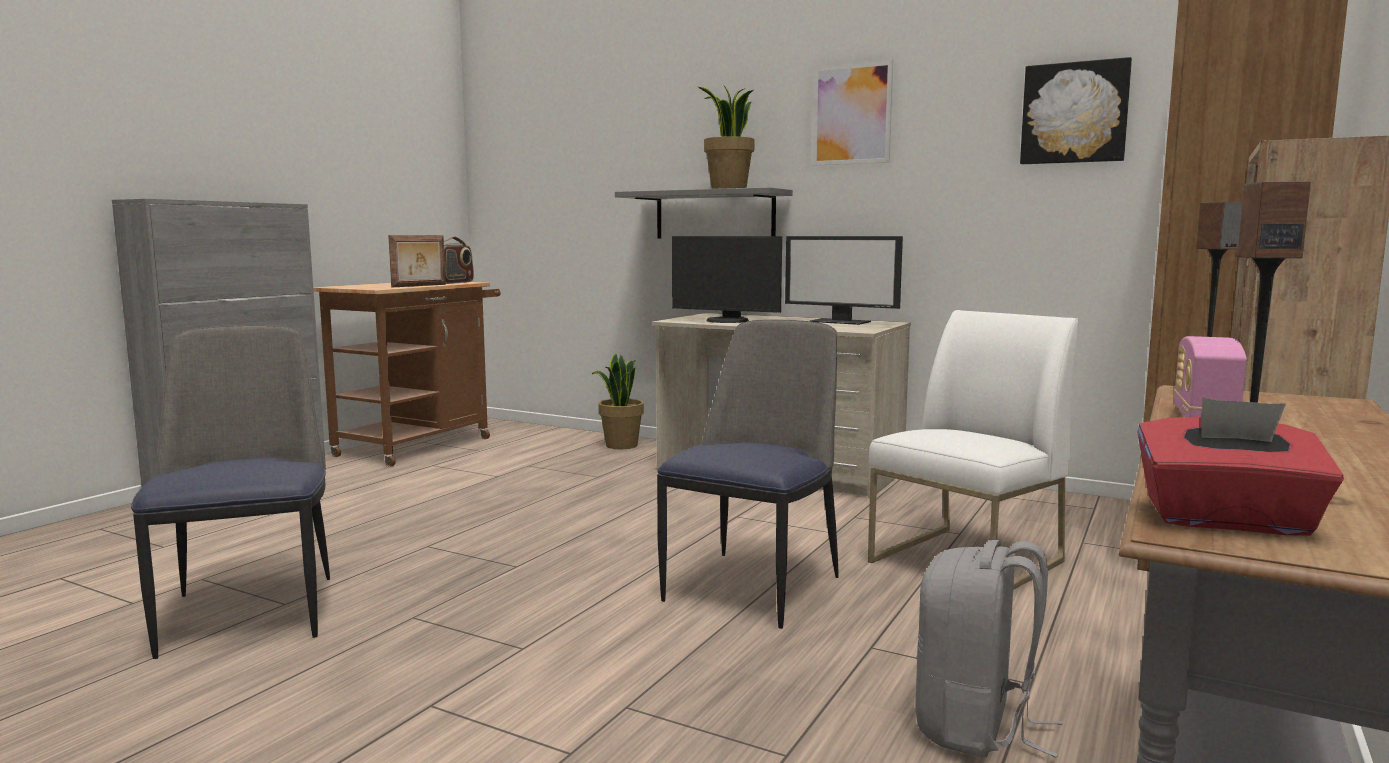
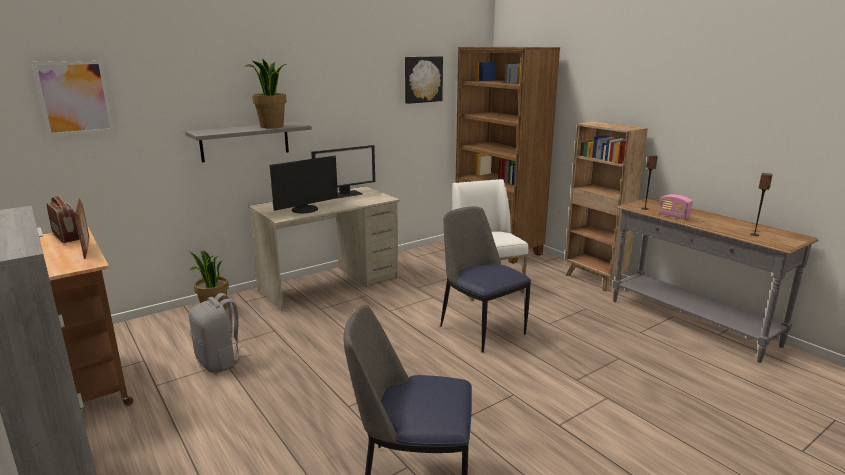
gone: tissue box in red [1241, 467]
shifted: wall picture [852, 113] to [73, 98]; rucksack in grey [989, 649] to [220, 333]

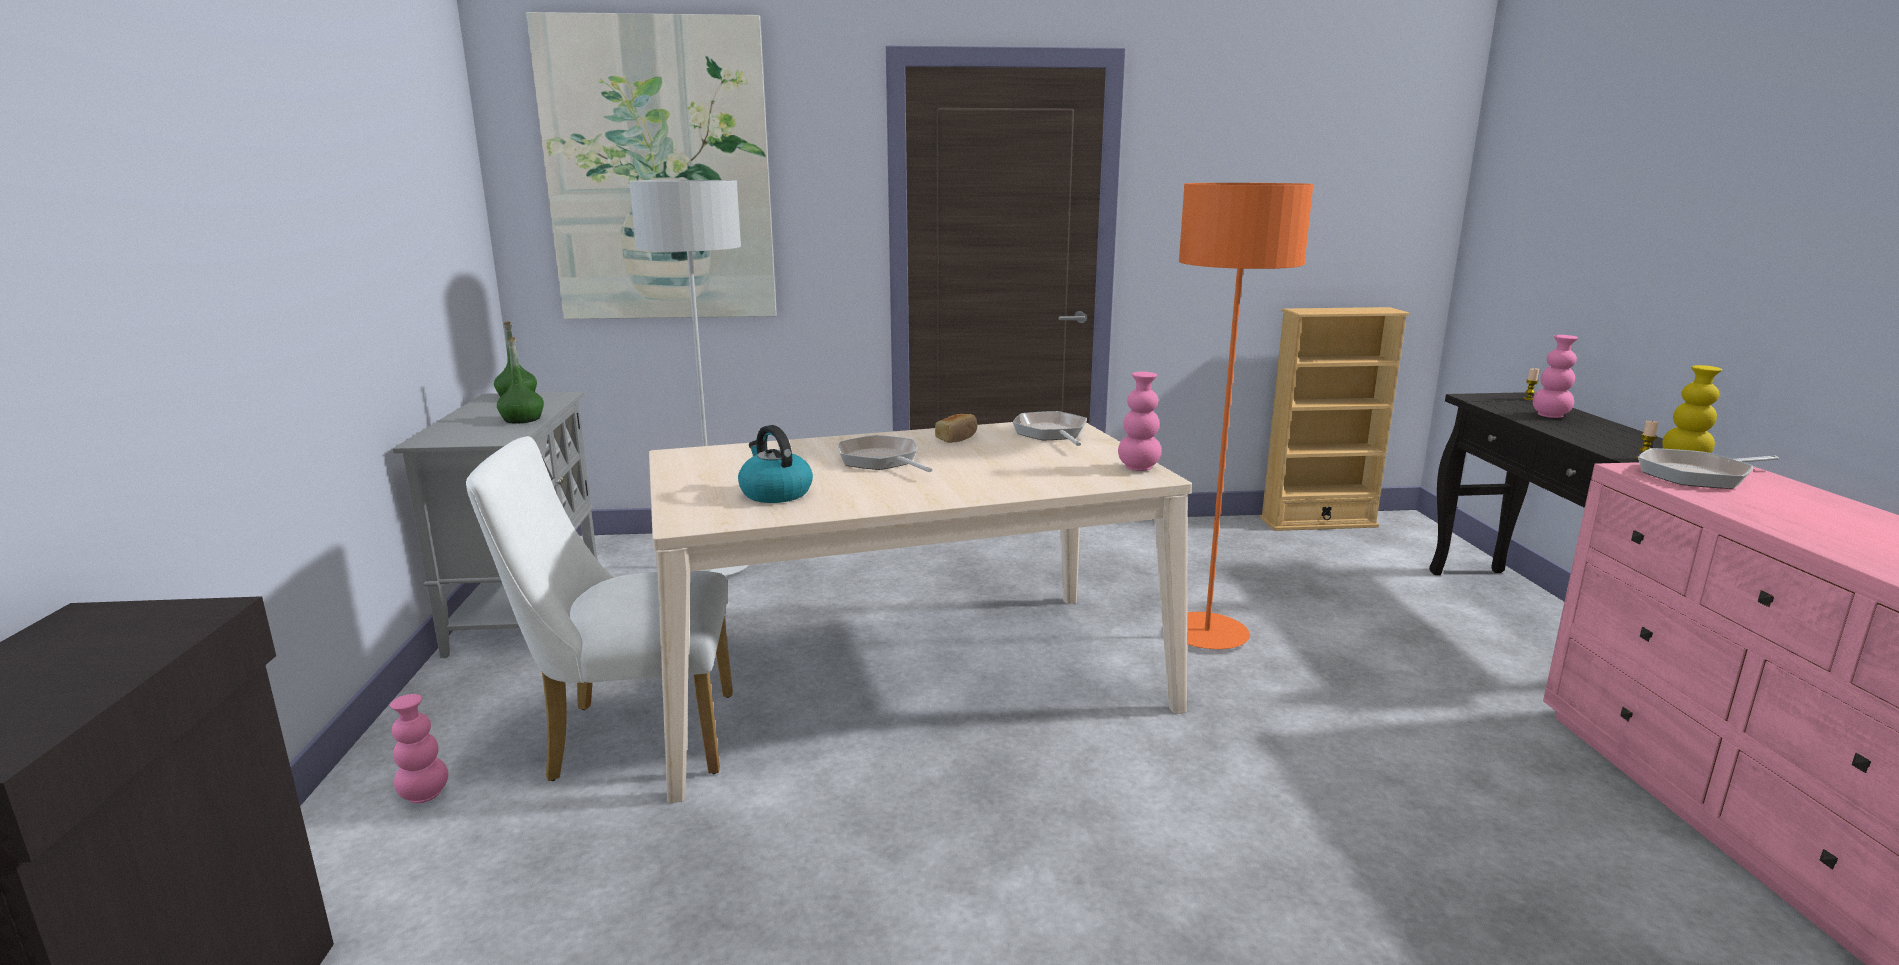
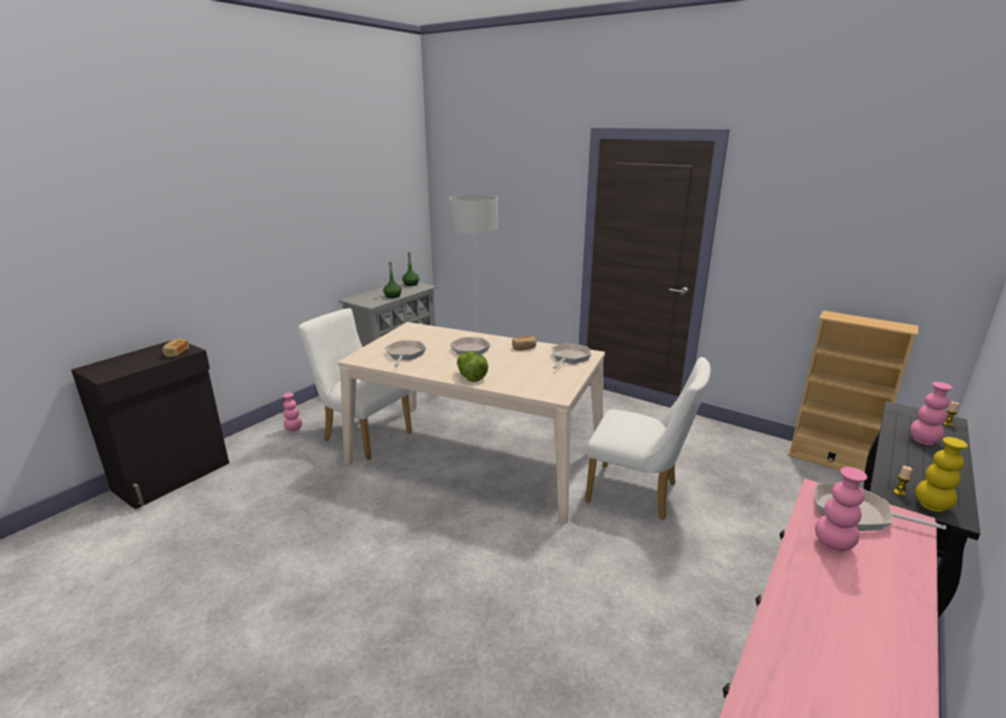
gone: wall picture [651, 165]
new: bakery bread [175, 348]; lettuce head [472, 367]
shifted: decorative vase in pinkish [1139, 421] to [841, 509]
swapped: water kettle [775, 464] to pan [405, 354]; floor lamp in orangey [1246, 416] to plain chair in white-coloured [648, 438]

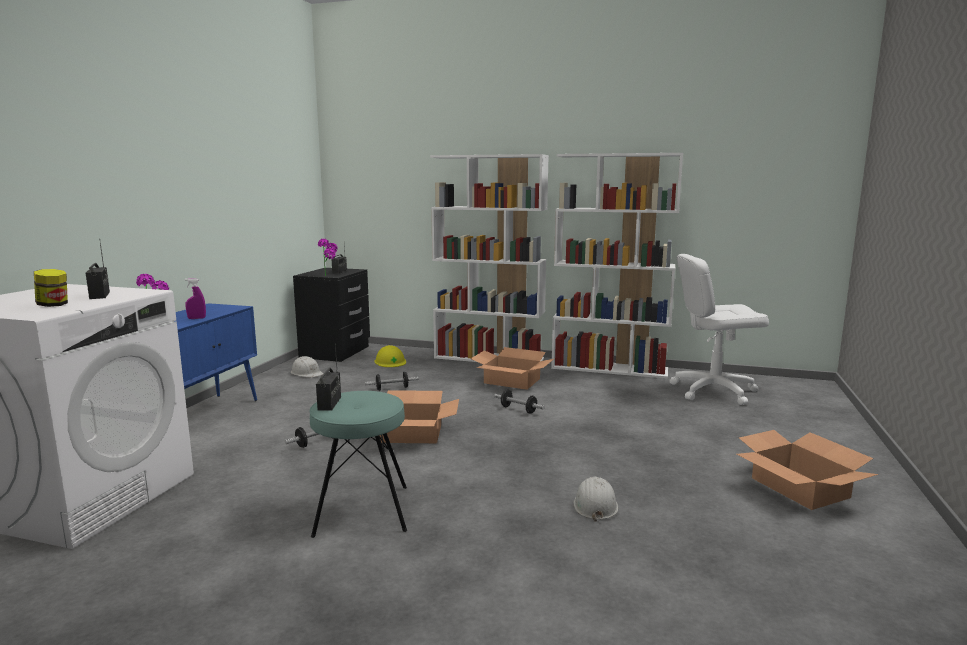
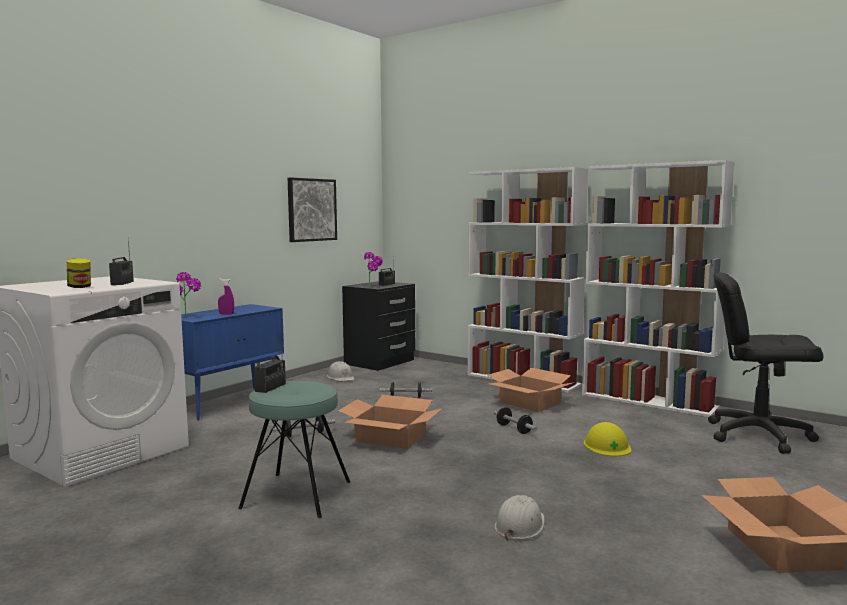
new: wall picture [312, 210]
shifted: hard hat in yellow [390, 356] to [607, 439]
repainted: desk chair in white-coloured [719, 329] to desk chair in blackish [766, 363]

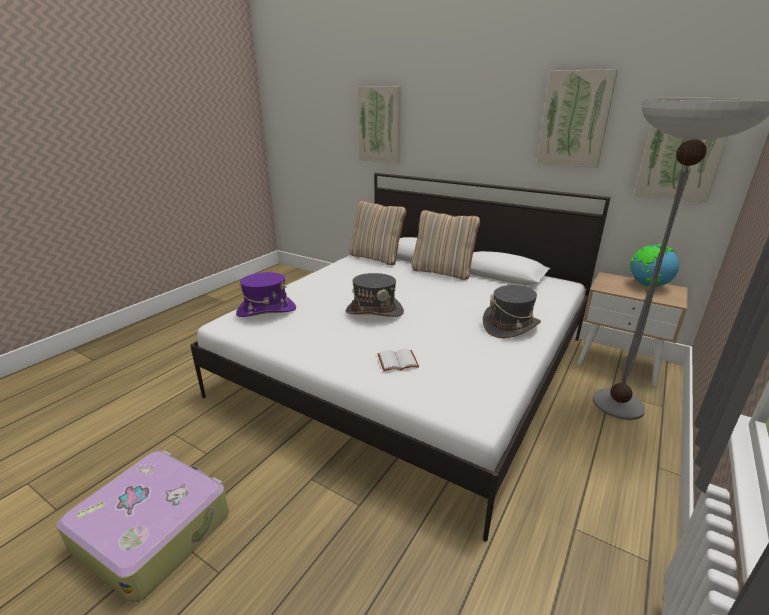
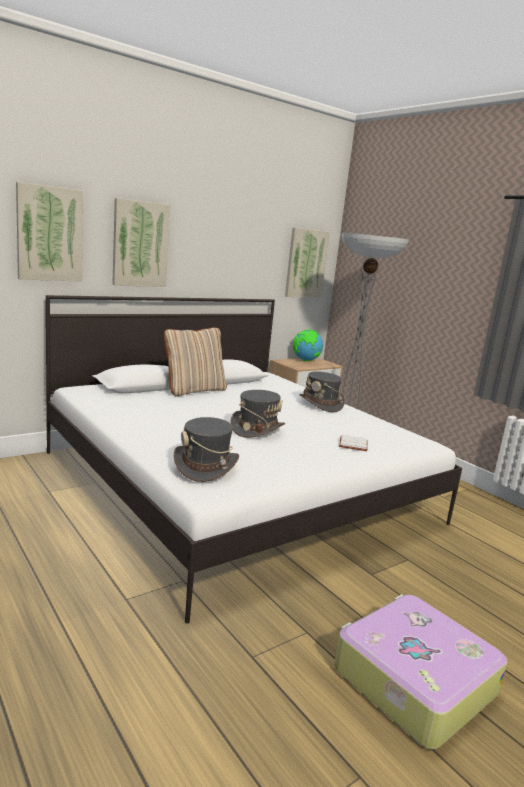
gone: throw pillow in beige [378, 232]
shifted: wall picture [577, 118] to [141, 242]
repainted: hat in purple-coloured [266, 294] to hat in grey [206, 449]

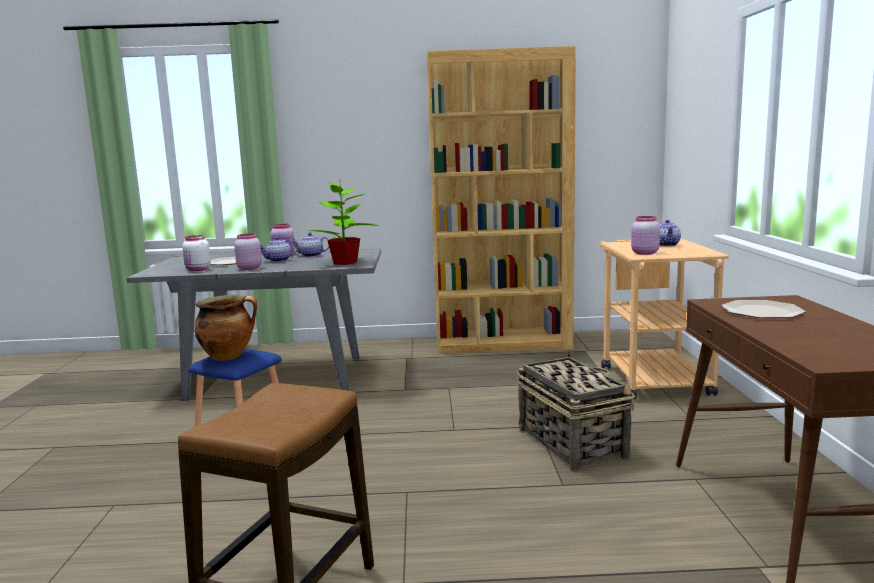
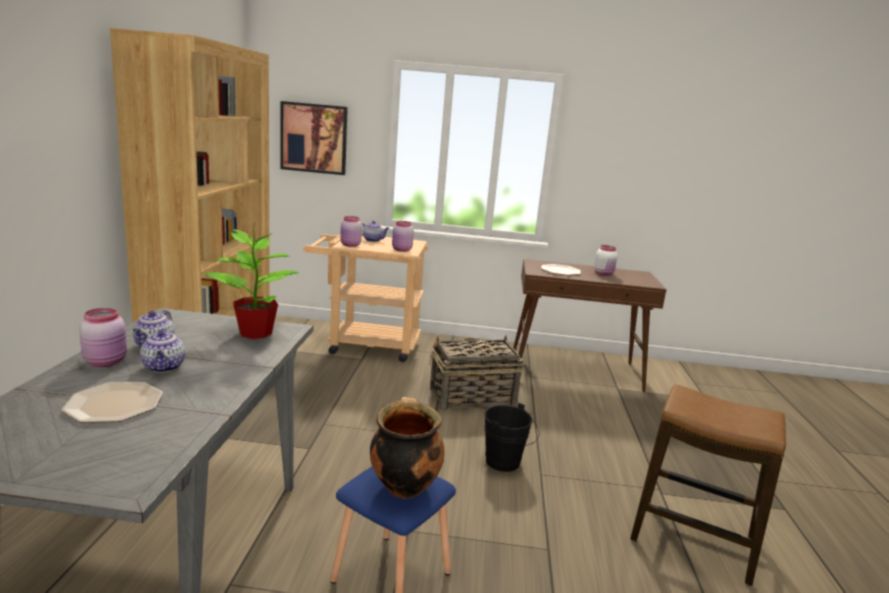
new: wall picture [314, 138]; water bucket in blackish [511, 437]
shifted: storage jar in white-coloured [196, 253] to [606, 260]; storage jar in pinkish [248, 252] to [351, 231]

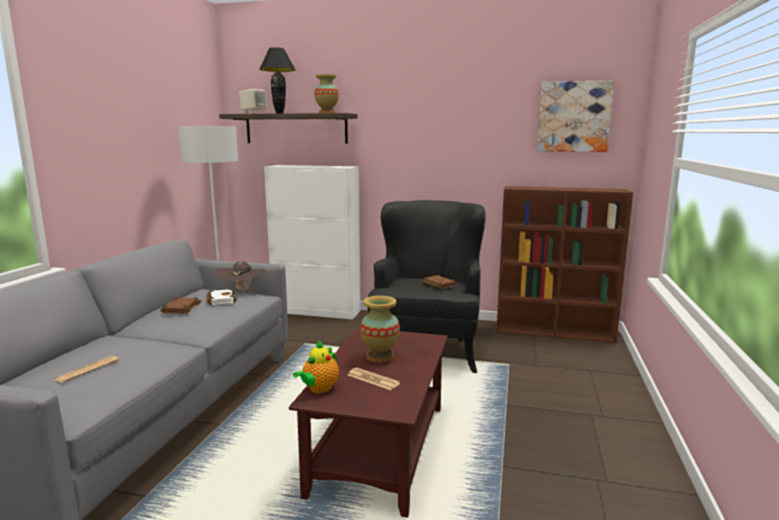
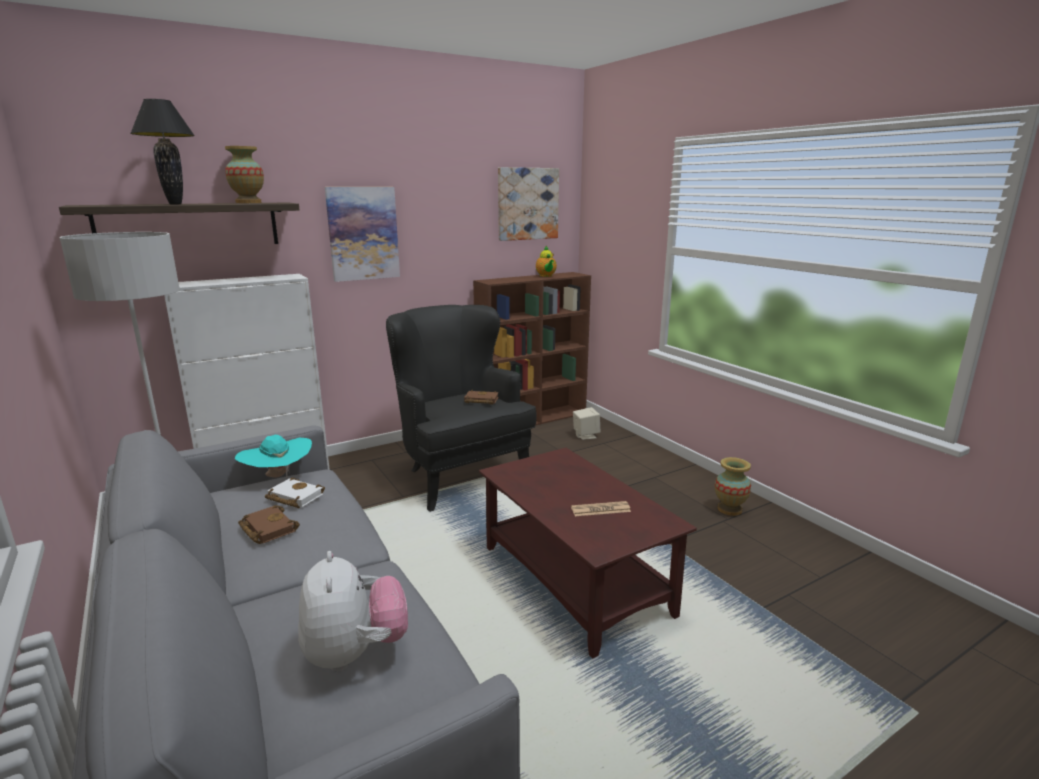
new: wall picture [362, 234]
shifted: audio speaker in beige [253, 101] to [586, 423]; tea pot [316, 366] to [546, 261]; decorative vase [380, 329] to [733, 486]
swapped: newspaper [86, 369] to plush toy [353, 611]
repainted: hat in brown-coloured [241, 277] to hat in turquoise [273, 456]

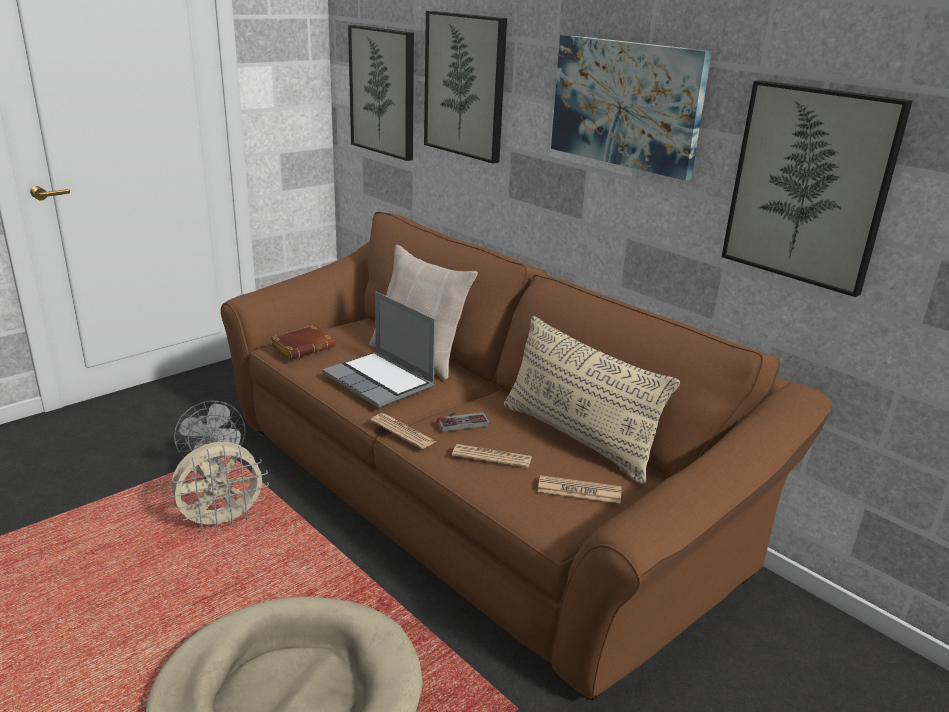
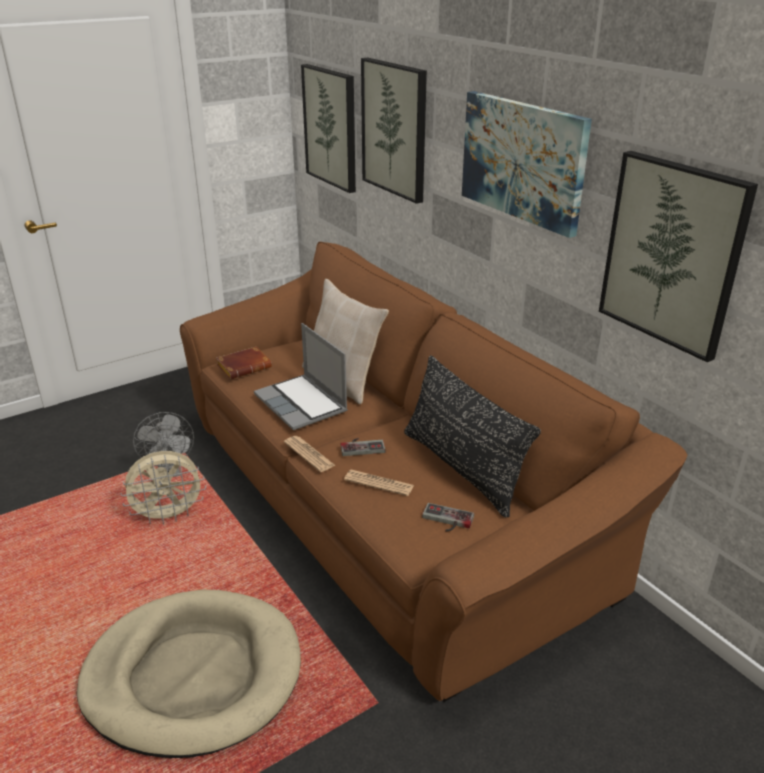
swapped: newspaper [580, 489] to game controller [448, 517]
repainted: throw pillow in beige [592, 400] to throw pillow in blackish [472, 436]

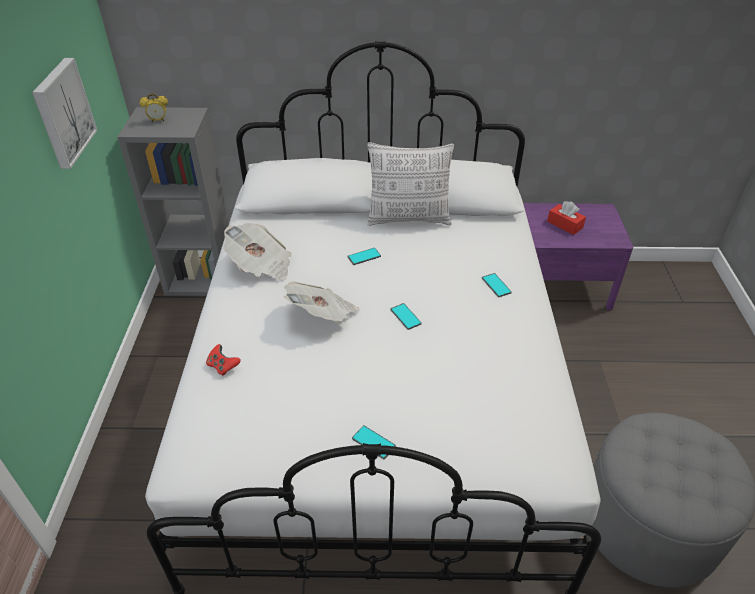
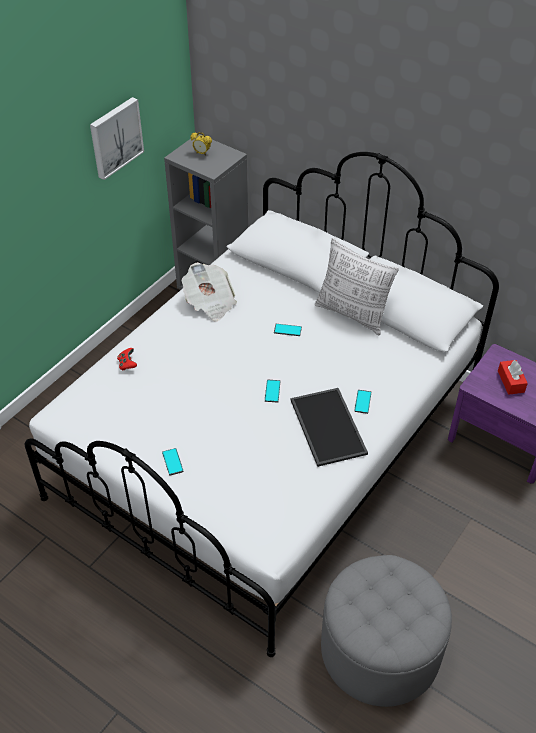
gone: newspaper [322, 302]
new: tray [329, 427]

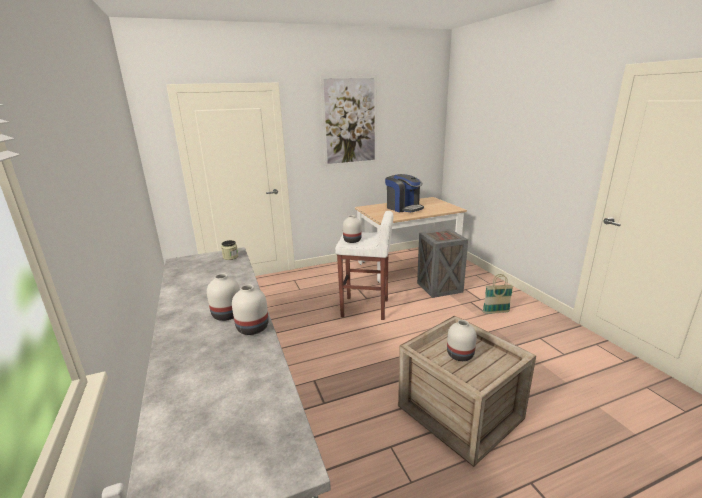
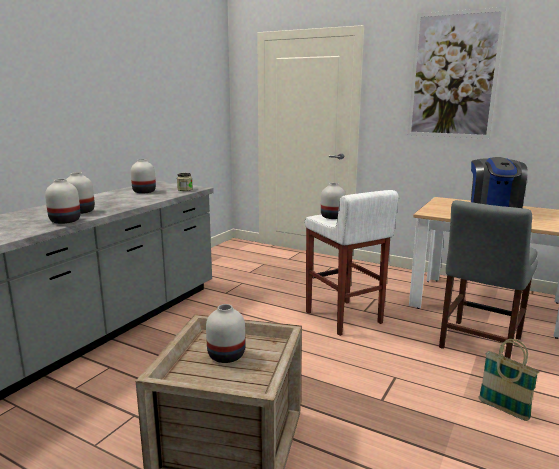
new: decorative vase in white-coloured [143, 176]
swapped: packing crate [442, 263] to plain chair in grey [488, 279]

